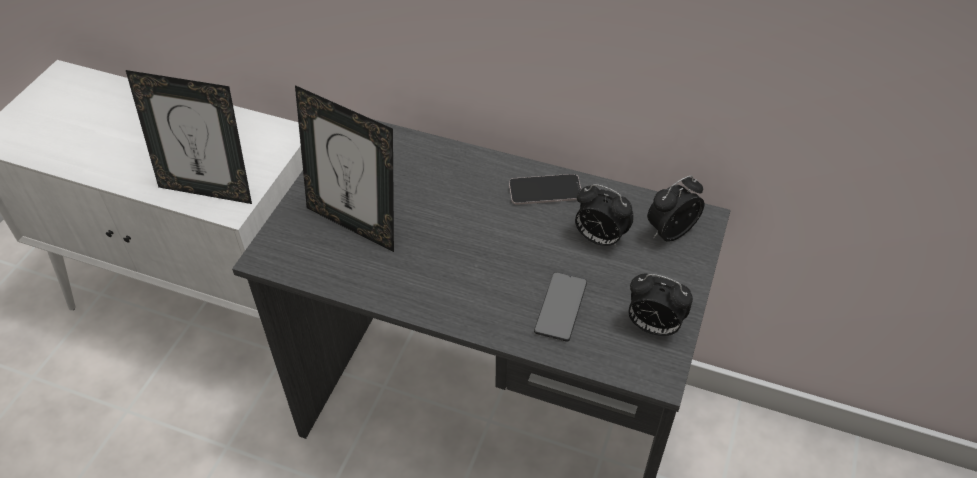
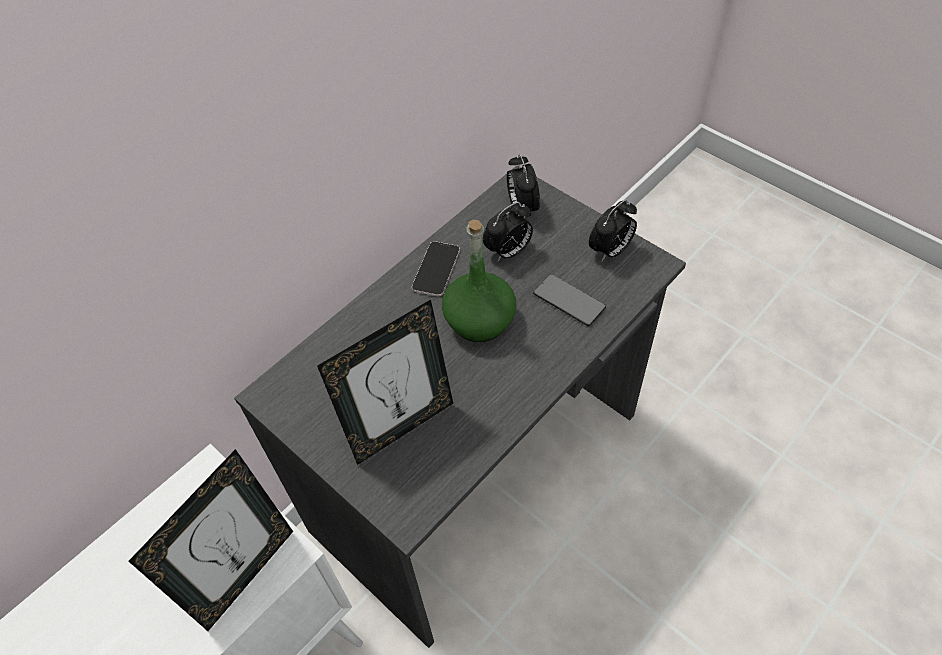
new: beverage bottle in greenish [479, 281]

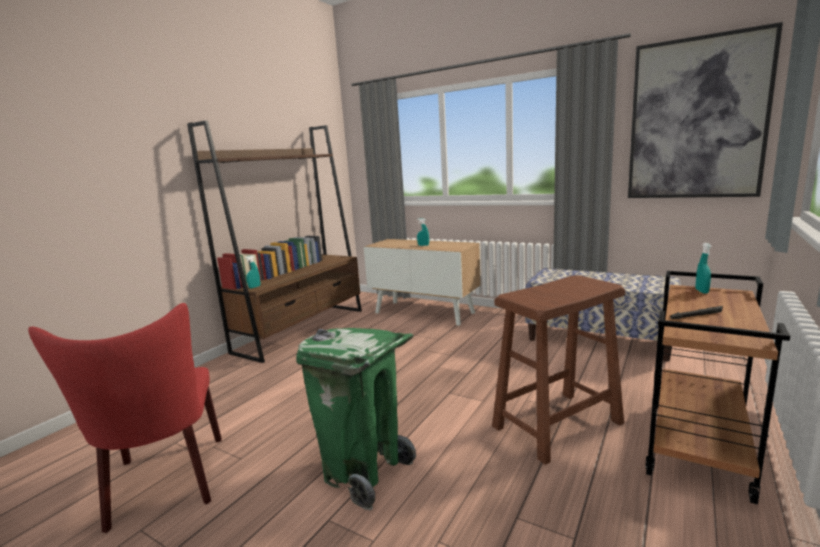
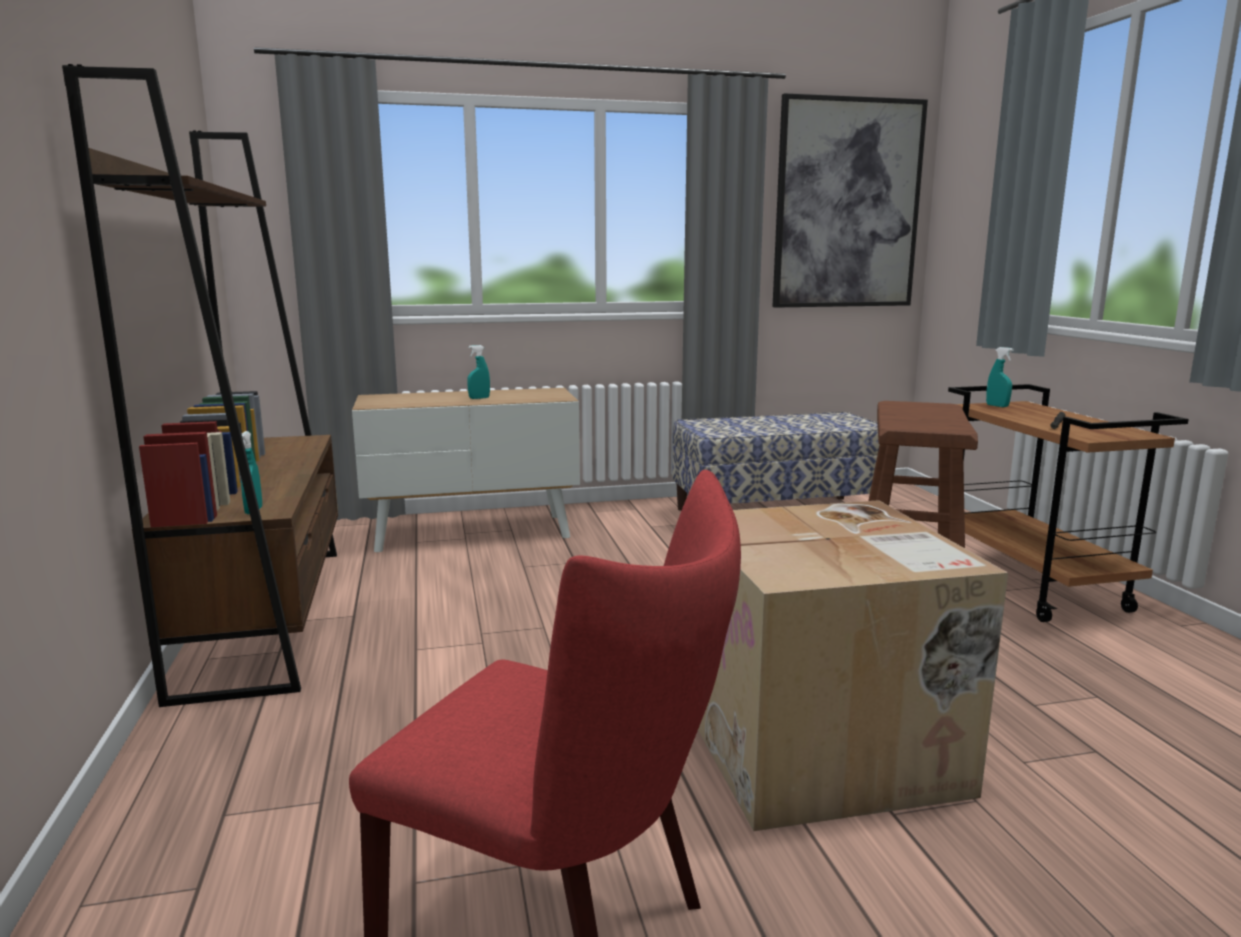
swapped: rubbish bin in greenish [356, 419] to packing box [853, 665]

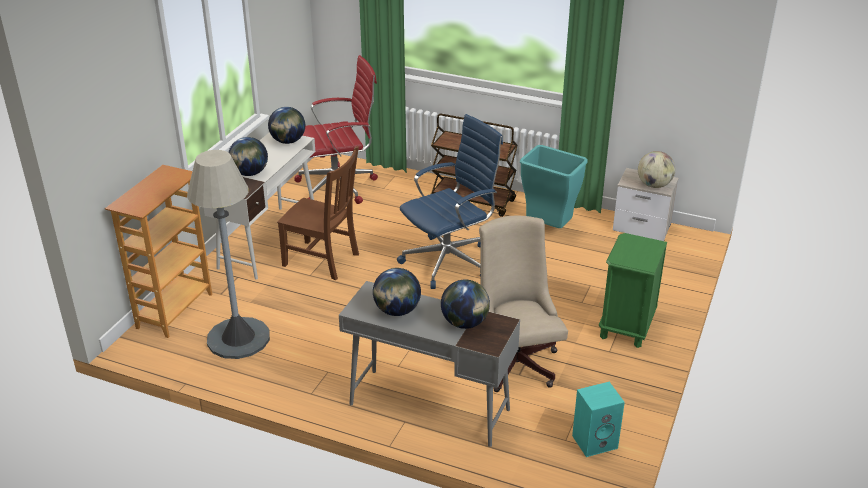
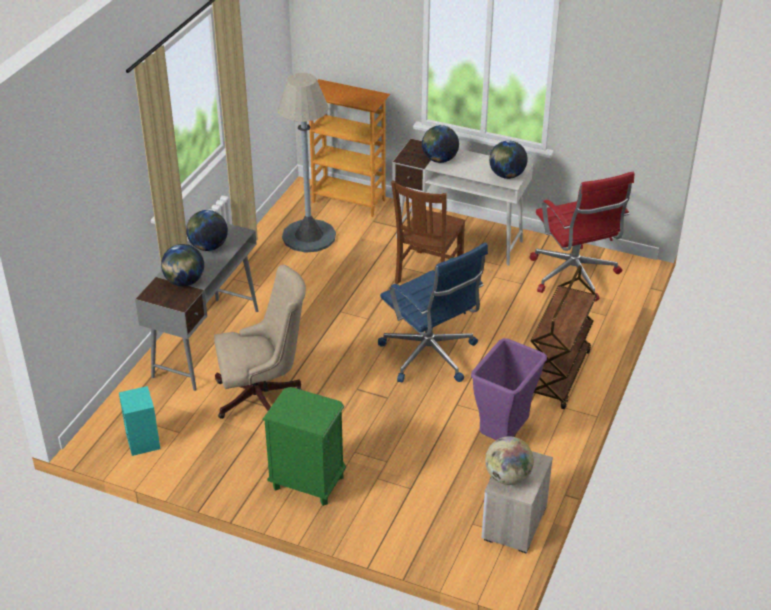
repainted: rubbish bin in turquoise [554, 186] to rubbish bin in purple-coloured [509, 389]

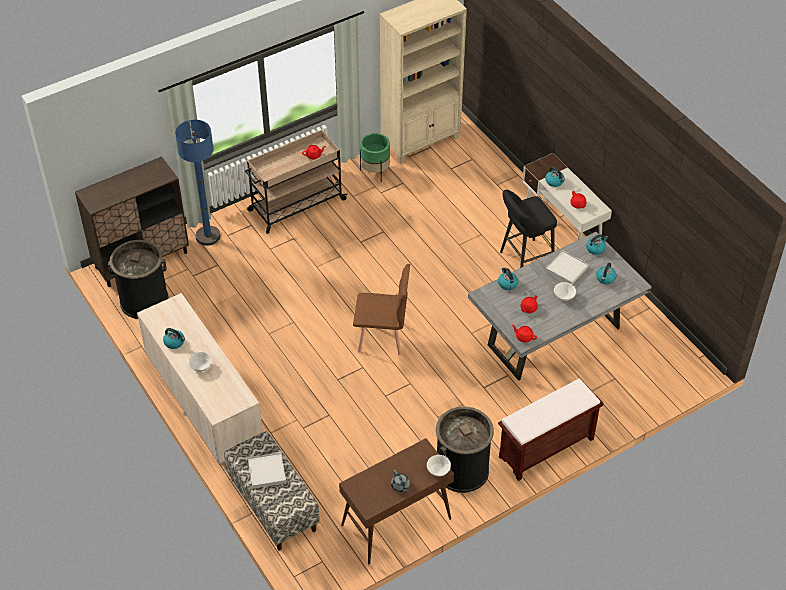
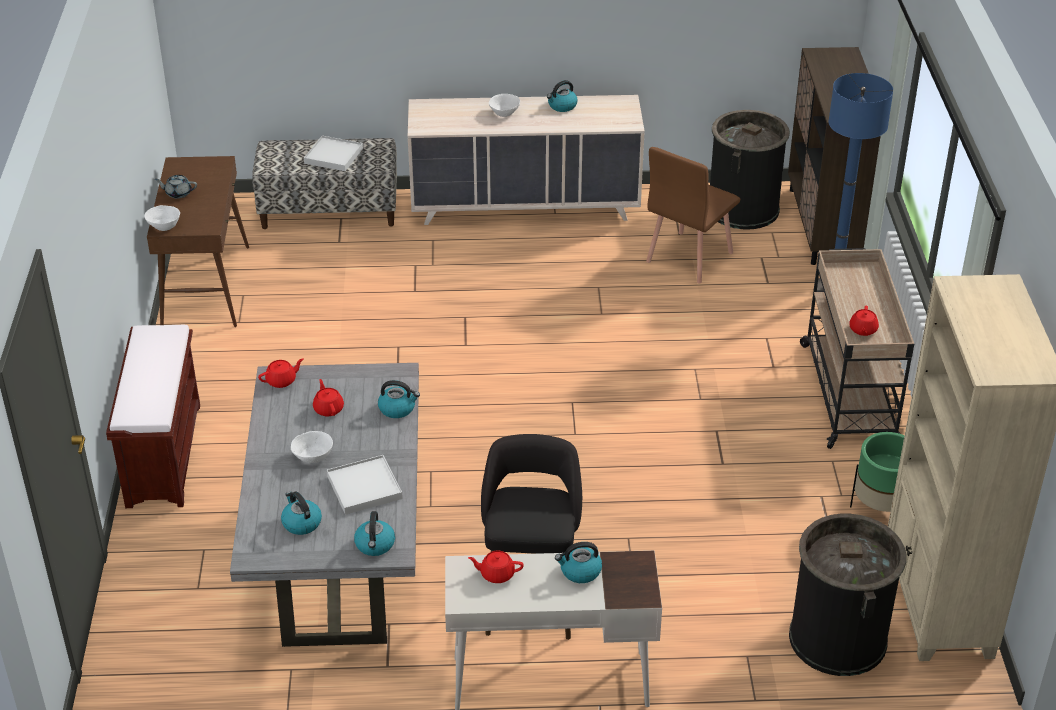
shifted: plain chair in brown-coloured [381, 310] to [693, 215]; rubbish bin in blackish [465, 450] to [848, 595]

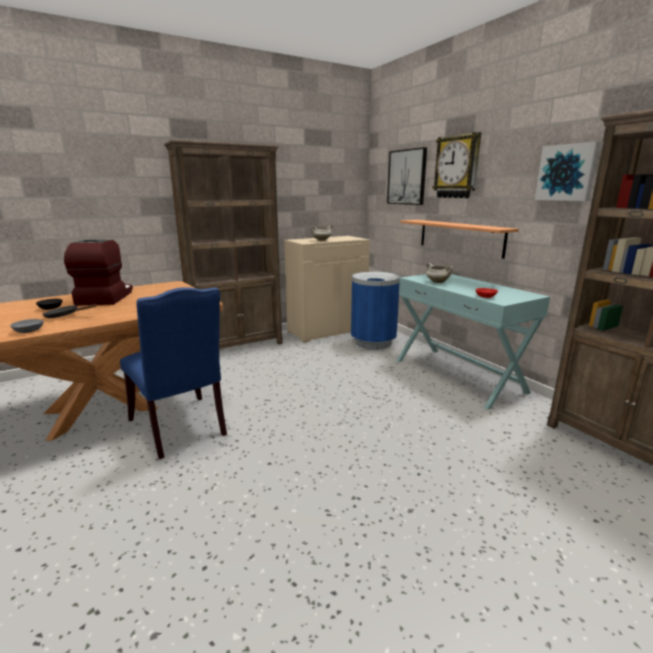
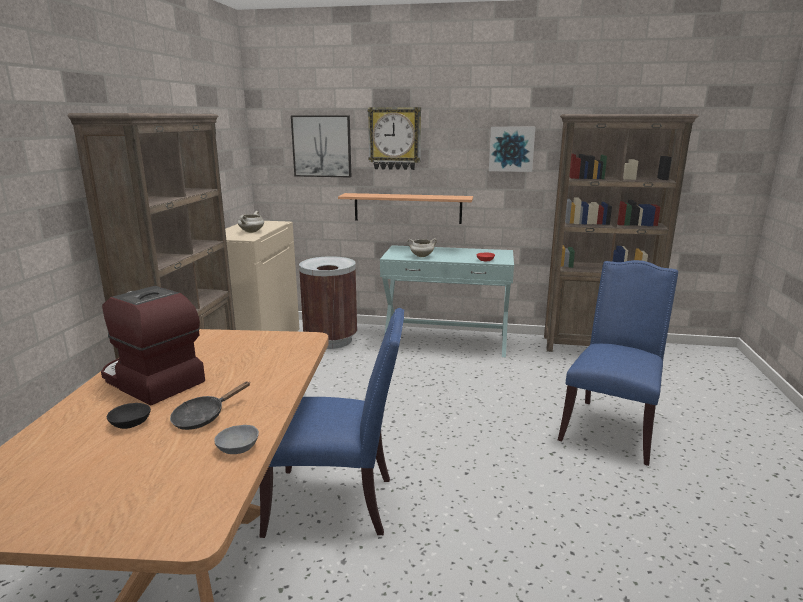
new: plain chair in blue-coloured [618, 363]
repainted: rubbish bin in blue-coloured [375, 310] to rubbish bin in brown-coloured [328, 302]

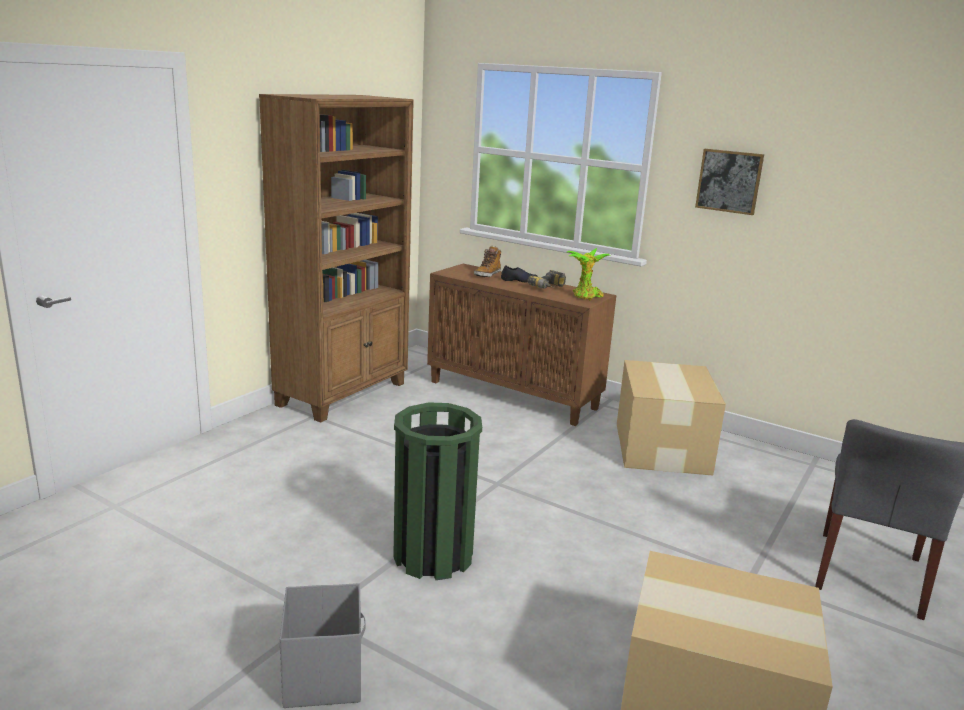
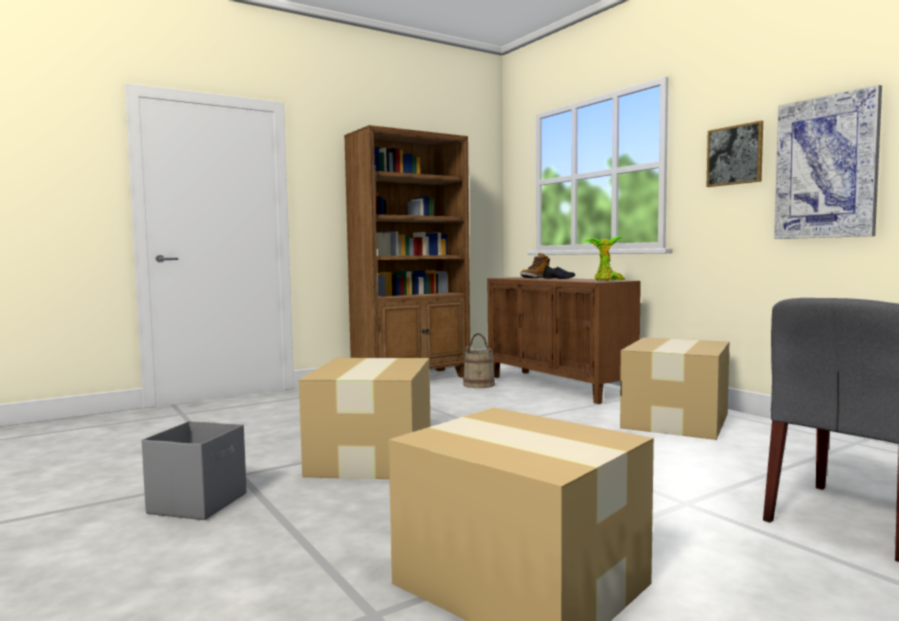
gone: drill [546, 279]
new: water bucket in beige [479, 360]; wall picture [828, 162]
swapped: rubbish bin in greenish [437, 491] to packing box [365, 418]

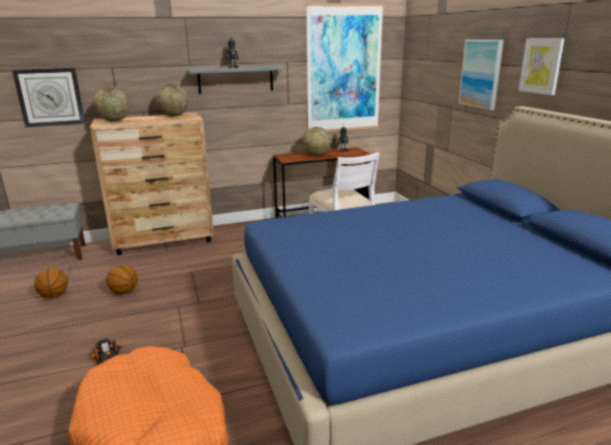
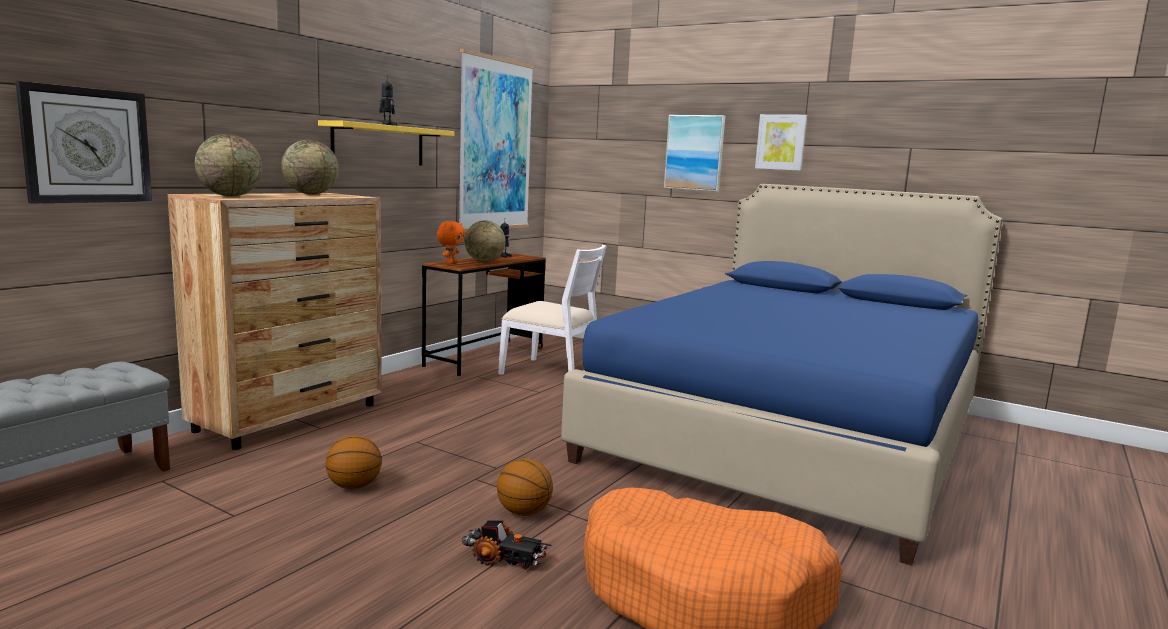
new: plush toy in orangey [451, 242]
shifted: basketball [51, 283] to [525, 487]
repainted: wall shelf in grey [236, 80] to wall shelf in yellow [386, 143]

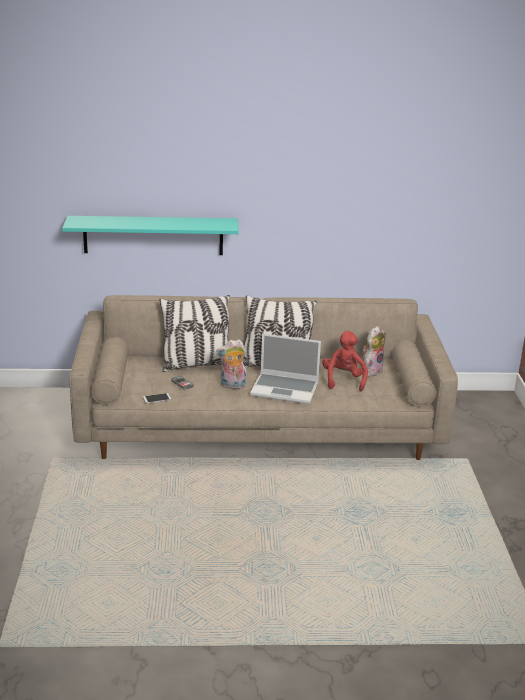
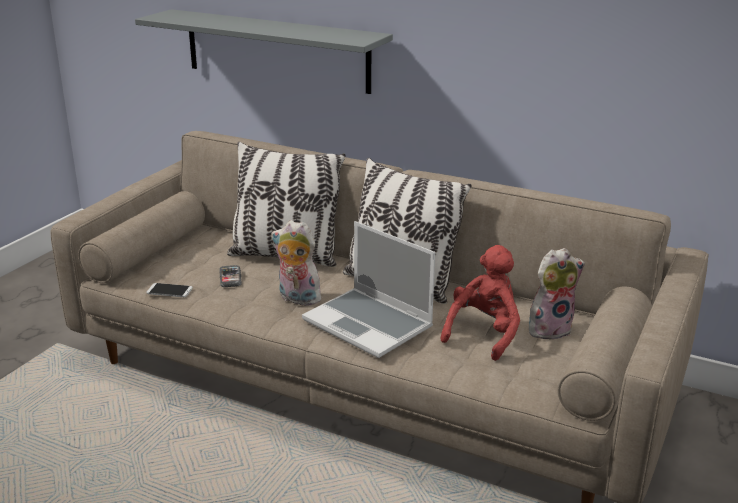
repainted: wall shelf in turquoise [150, 235] to wall shelf in grey [264, 51]

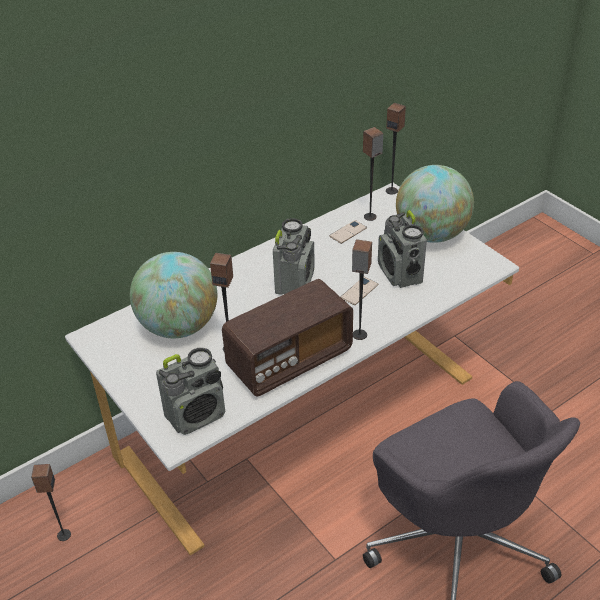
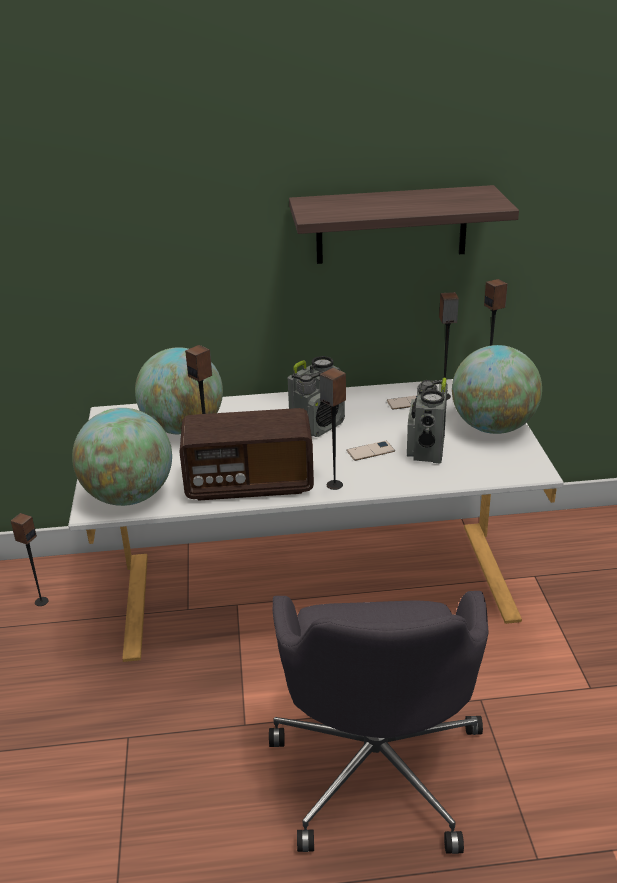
new: wall shelf [404, 224]
swapped: radio receiver [190, 391] to world globe [122, 457]

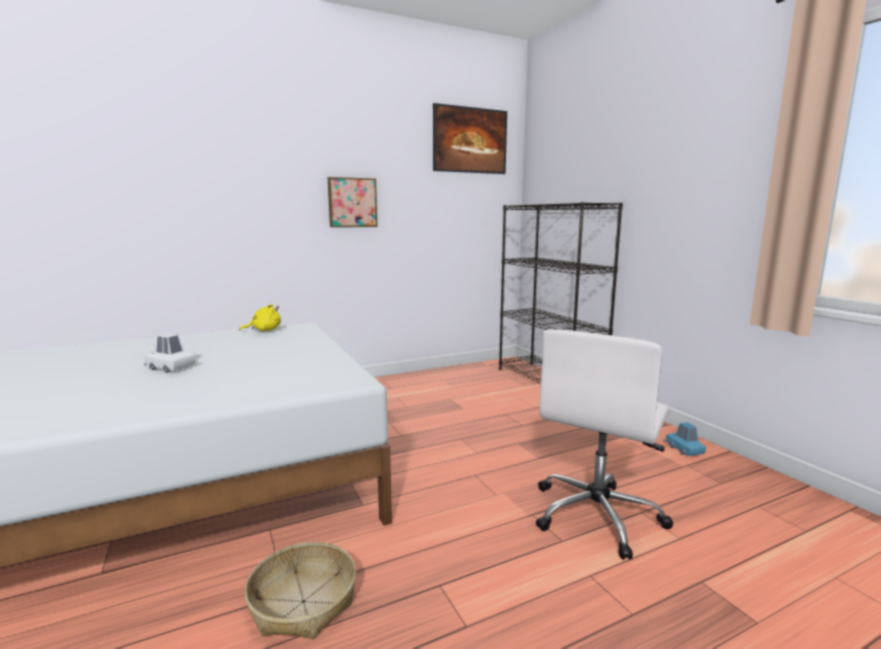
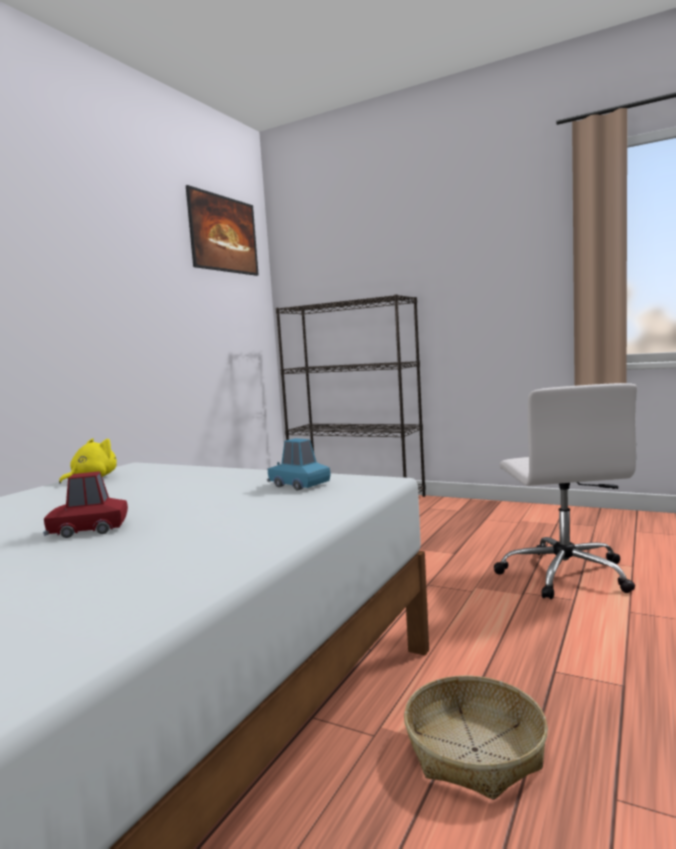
gone: wall picture [352, 202]
shifted: miniature car in blue-coloured [685, 439] to [299, 464]
repainted: miniature car in white-coloured [169, 353] to miniature car in red [85, 504]

